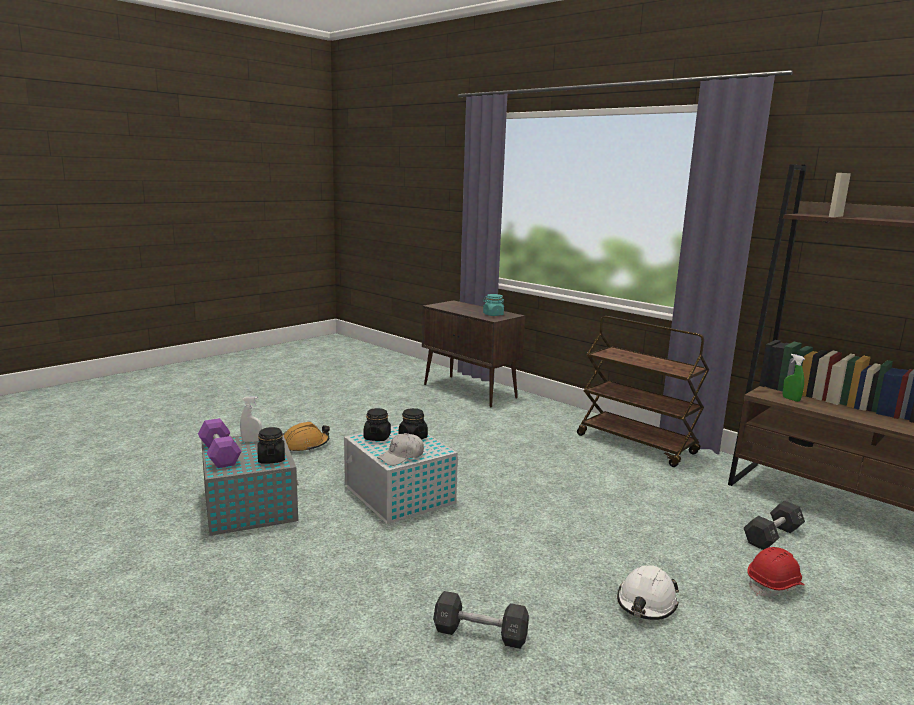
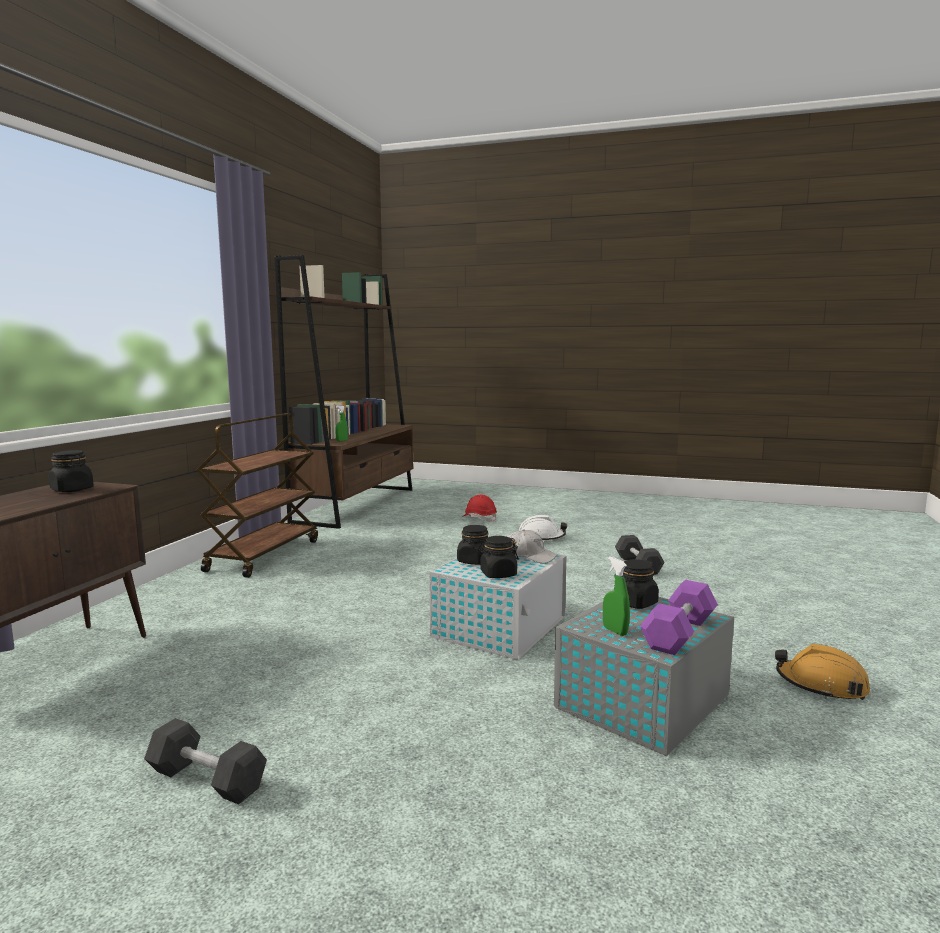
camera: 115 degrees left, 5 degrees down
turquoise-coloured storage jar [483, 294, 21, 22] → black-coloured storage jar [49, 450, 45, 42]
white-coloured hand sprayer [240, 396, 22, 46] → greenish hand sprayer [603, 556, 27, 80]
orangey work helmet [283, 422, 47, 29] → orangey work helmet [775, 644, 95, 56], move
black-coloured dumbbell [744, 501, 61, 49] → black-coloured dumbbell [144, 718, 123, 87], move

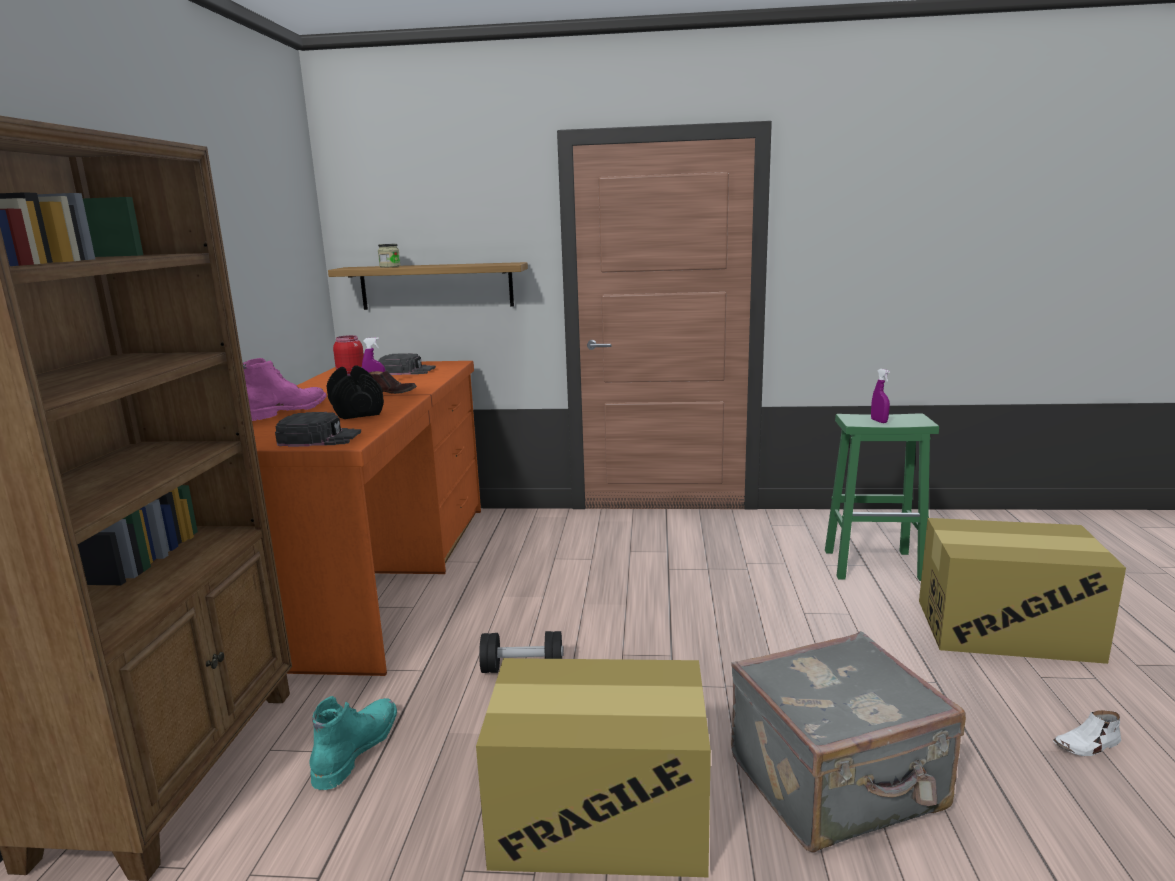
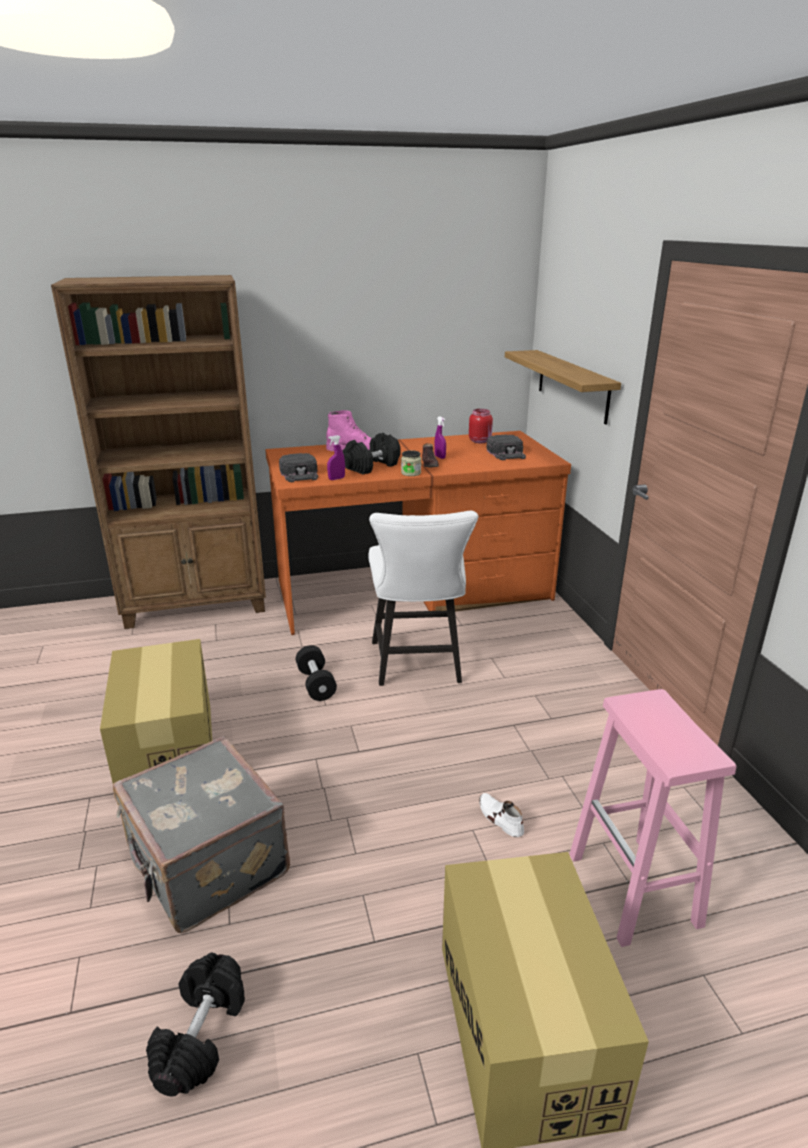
camera: 70 degrees right, 10 degrees up
storage jar [378, 244, 23, 24] → storage jar [401, 450, 20, 26], move
purple-coloured hand sprayer [871, 369, 19, 54] → purple-coloured hand sprayer [327, 435, 18, 45], move
greenish sitting stool [825, 413, 114, 168] → pinkish sitting stool [569, 689, 167, 258]
turquoise-coloured boot [310, 696, 87, 94] → -
white-coloured item of footwear [1053, 710, 68, 46] → white-coloured item of footwear [479, 793, 45, 44], move
- → white-coloured chair [368, 511, 110, 175]
- → black-coloured dumbbell [146, 952, 99, 144]

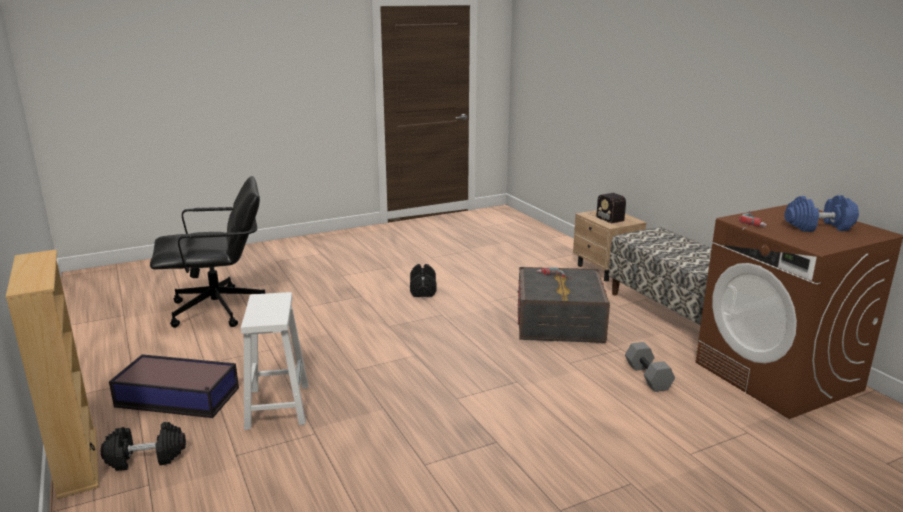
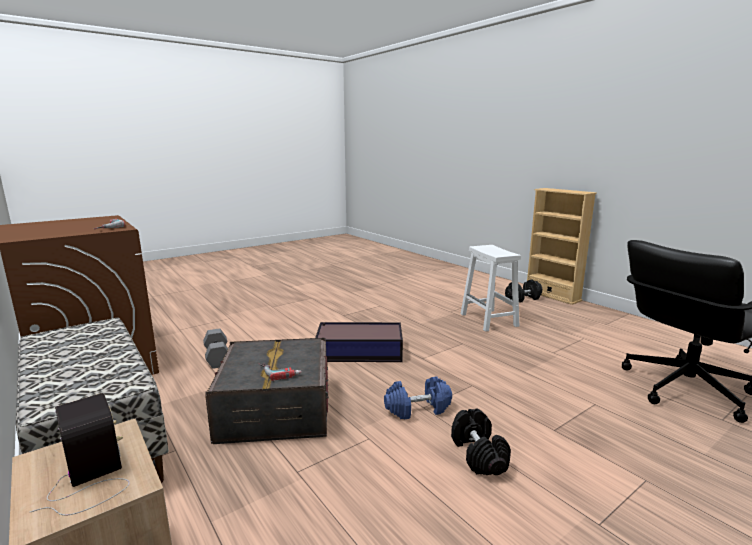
camera: 170 degrees right, 5 degrees down
blue dumbbell [784, 195, 75, 37] → blue dumbbell [384, 376, 68, 43], move
storage bin [109, 354, 130, 64] → storage bin [315, 322, 88, 40], move

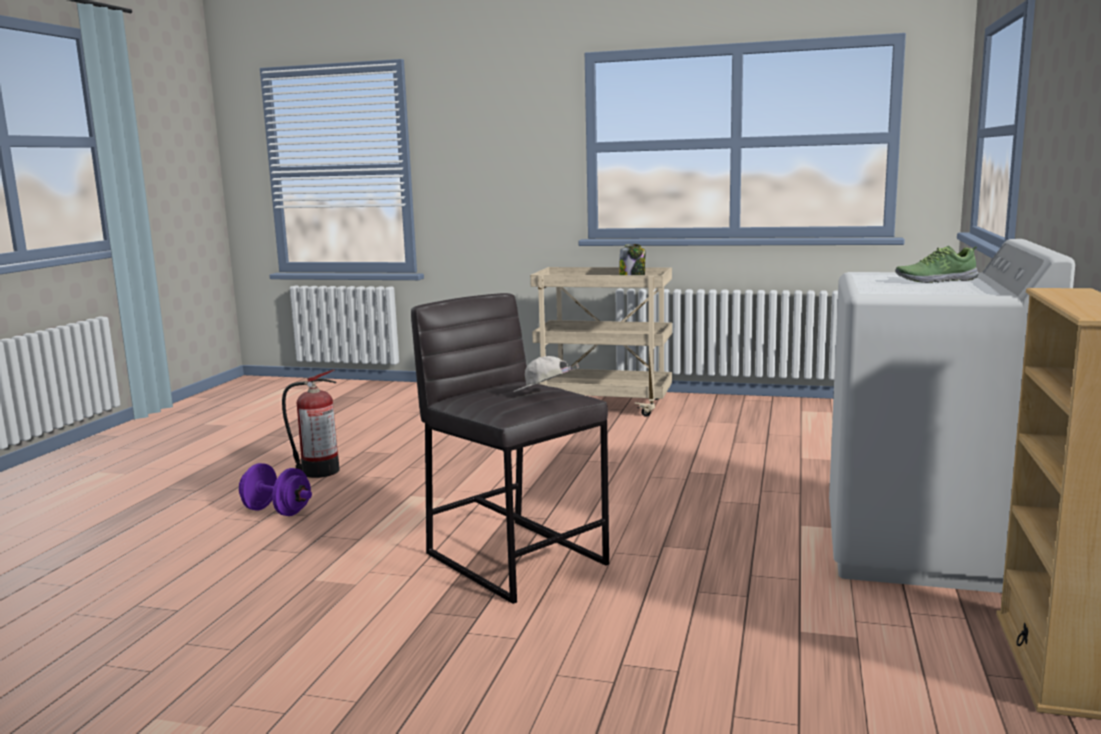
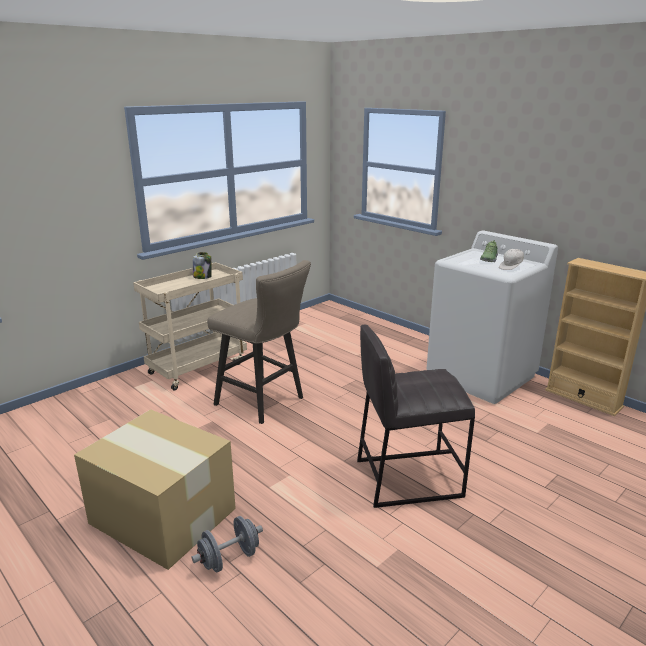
camera: 60 degrees left, 10 degrees up
white-coloured peaked cap [513, 356, 67, 36] → white-coloured peaked cap [499, 249, 25, 21], move
extinguisher [282, 370, 57, 108] → cardboard box [74, 409, 162, 161]
purple-coloured dumbbell [239, 463, 73, 53] → gray dumbbell [192, 516, 71, 57]
- → sand-coloured sitting stool [207, 260, 104, 164]

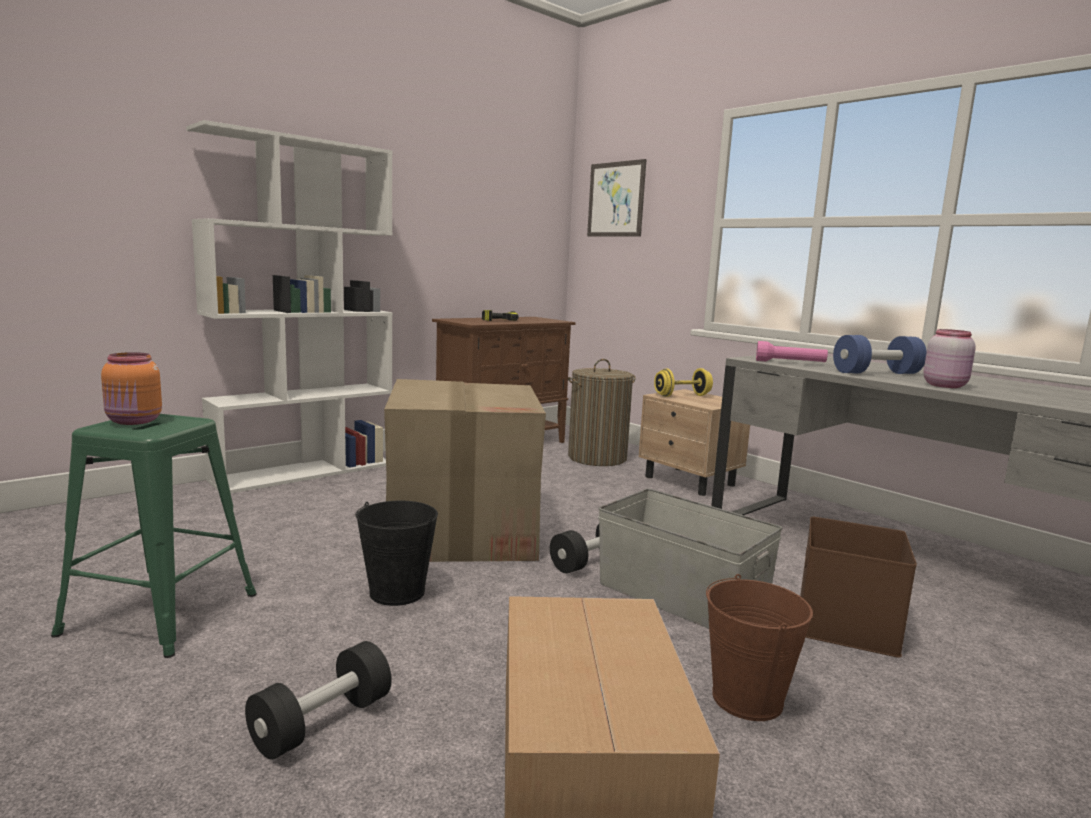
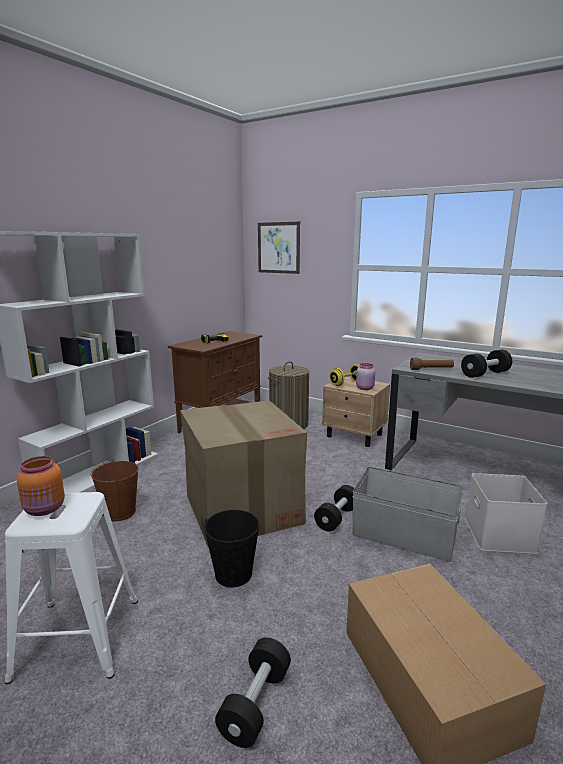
camera: 15 degrees left, 5 degrees up
pinkish storage jar [923, 329, 53, 59] → pinkish storage jar [356, 363, 19, 27], move
blue dumbbell [833, 335, 94, 39] → black-coloured dumbbell [461, 350, 51, 28]
pinkish torch [756, 341, 72, 21] → brownish torch [410, 358, 44, 12]
greenish sitting stool [51, 414, 206, 244] → white-coloured sitting stool [5, 492, 133, 192]
brownish storage bin [800, 517, 117, 141] → white-coloured storage bin [465, 473, 83, 81]
brownish water bucket [706, 574, 107, 147] → brownish water bucket [91, 459, 47, 62], move

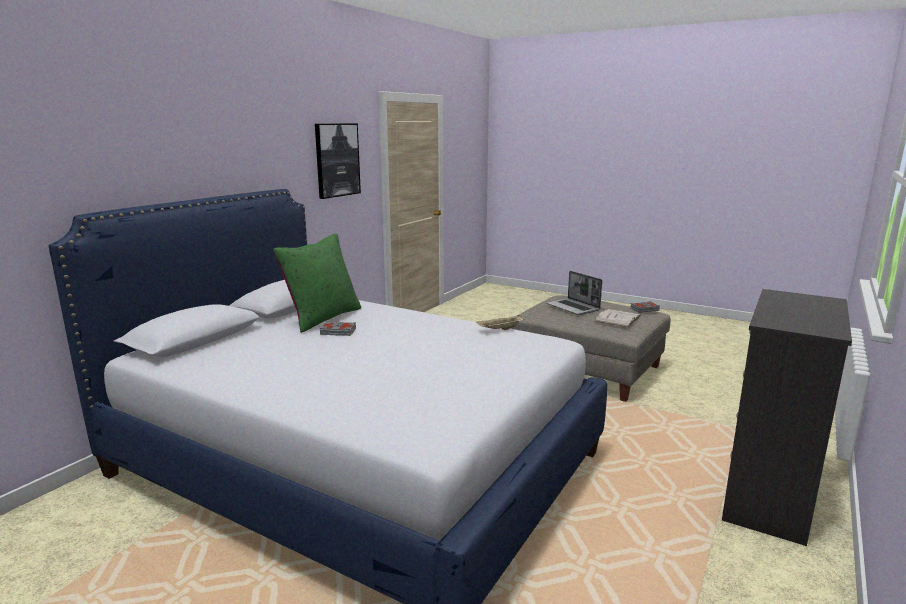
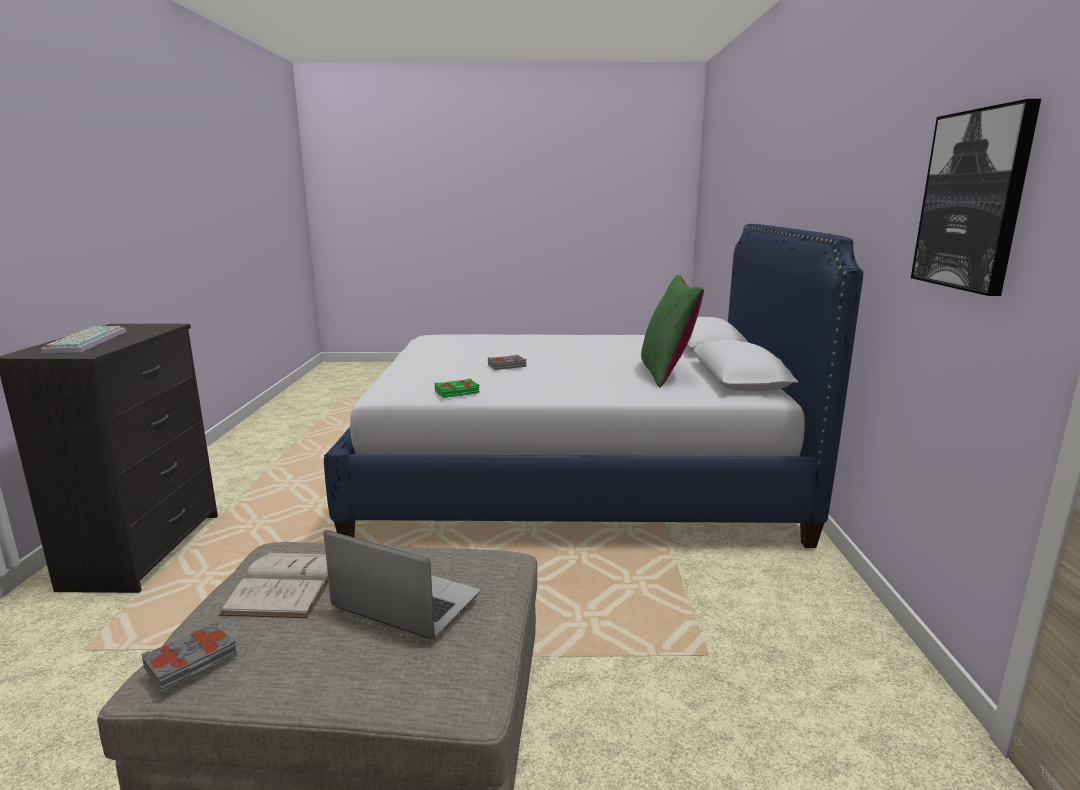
camera: 150 degrees right, 0 degrees up
sand-coloured tray [476, 315, 48, 15] → greenish book [435, 378, 45, 20]
gray book [320, 321, 36, 15] → gray book [488, 355, 38, 15], move
- → keyboard [41, 326, 86, 28]

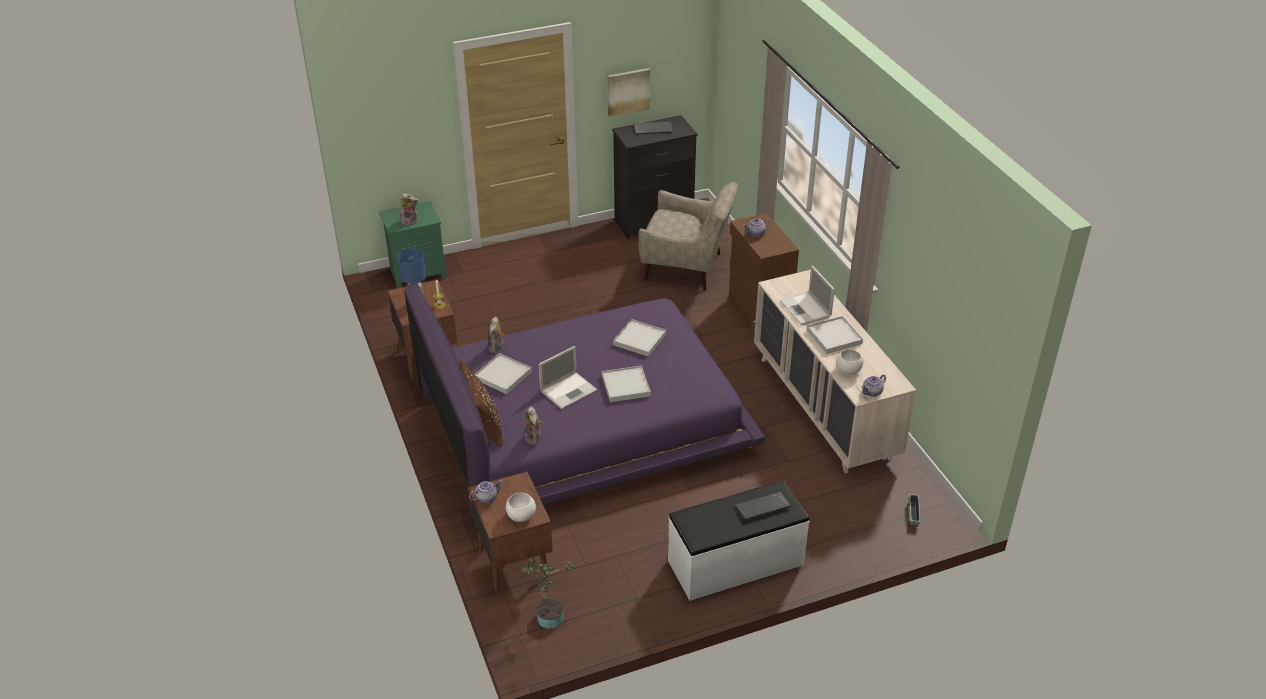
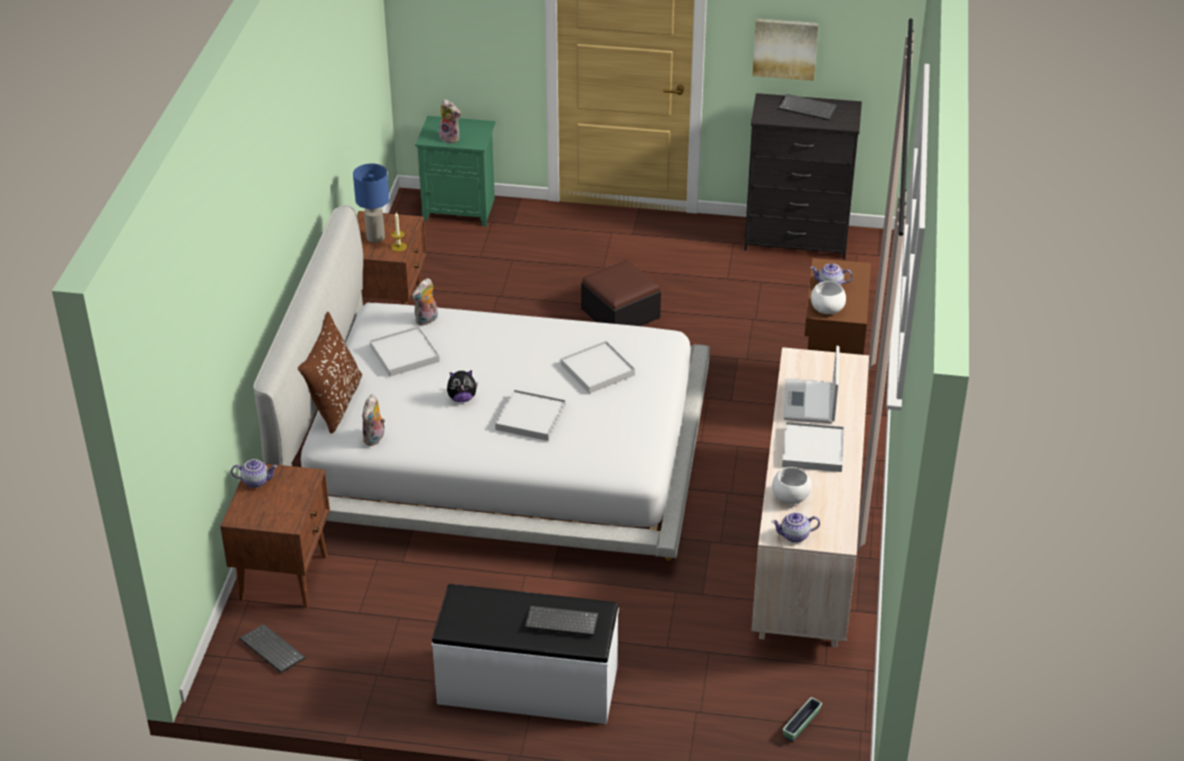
camera: 30 degrees right, 0 degrees up
sand-coloured lounge chair [639, 182, 99, 109] → -
purple-coloured bedroom bed [405, 283, 361, 249] → white-coloured bedroom bed [253, 205, 457, 356]
laptop [539, 346, 58, 63] → plush toy [447, 370, 31, 32]
white-coloured serving bowl [506, 493, 30, 29] → white-coloured serving bowl [811, 281, 35, 33], move
potted plant [521, 558, 53, 71] → keyboard [239, 624, 66, 49]
- → ottoman [581, 260, 80, 66]

